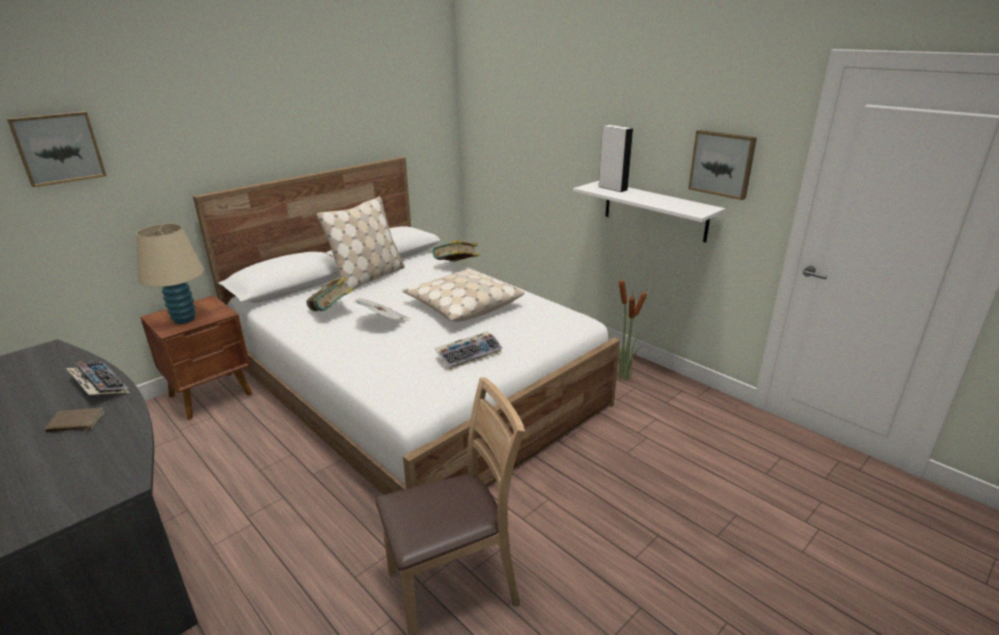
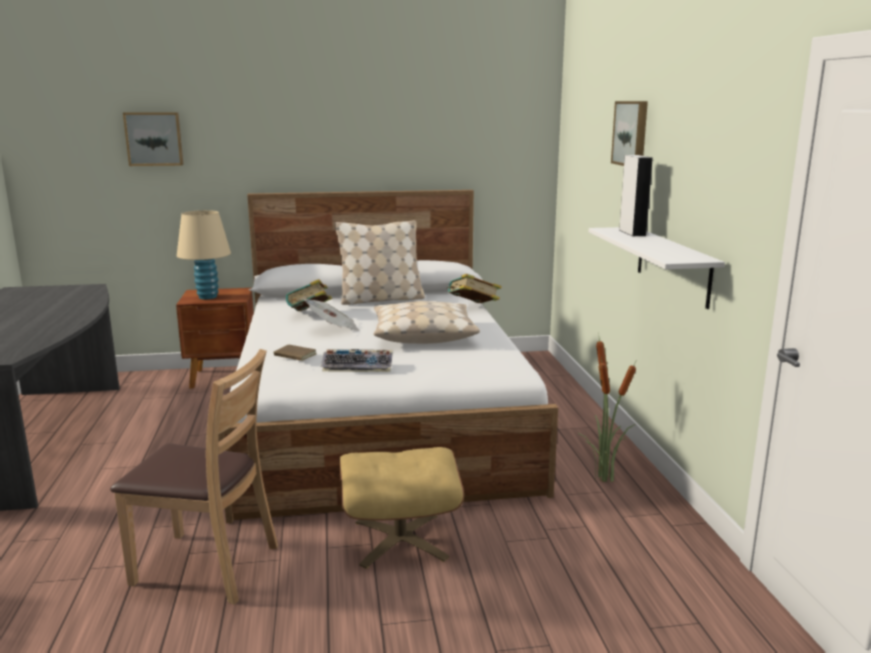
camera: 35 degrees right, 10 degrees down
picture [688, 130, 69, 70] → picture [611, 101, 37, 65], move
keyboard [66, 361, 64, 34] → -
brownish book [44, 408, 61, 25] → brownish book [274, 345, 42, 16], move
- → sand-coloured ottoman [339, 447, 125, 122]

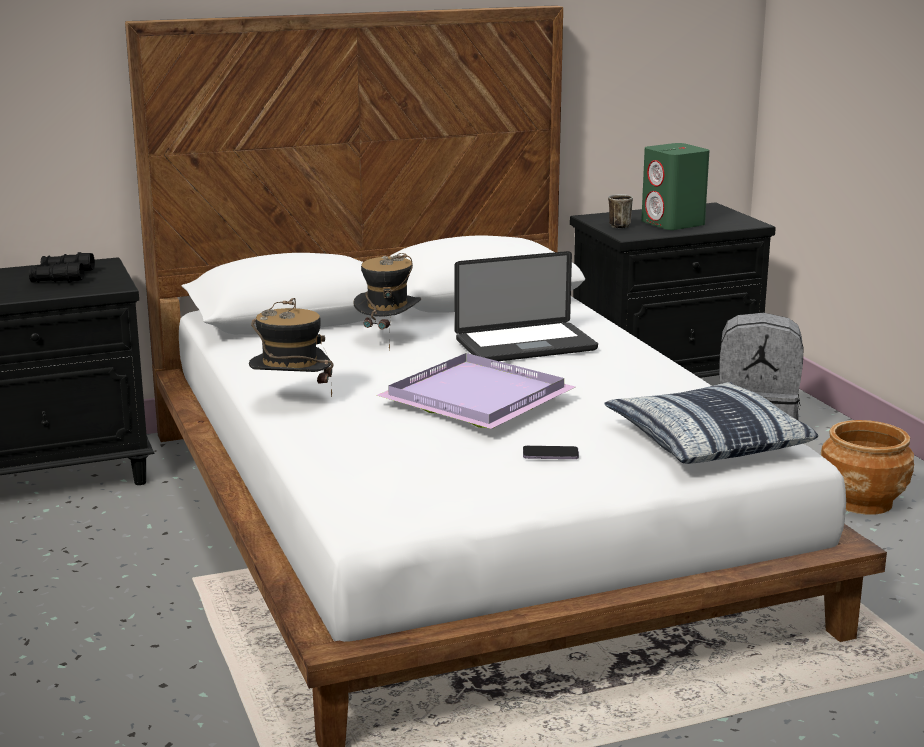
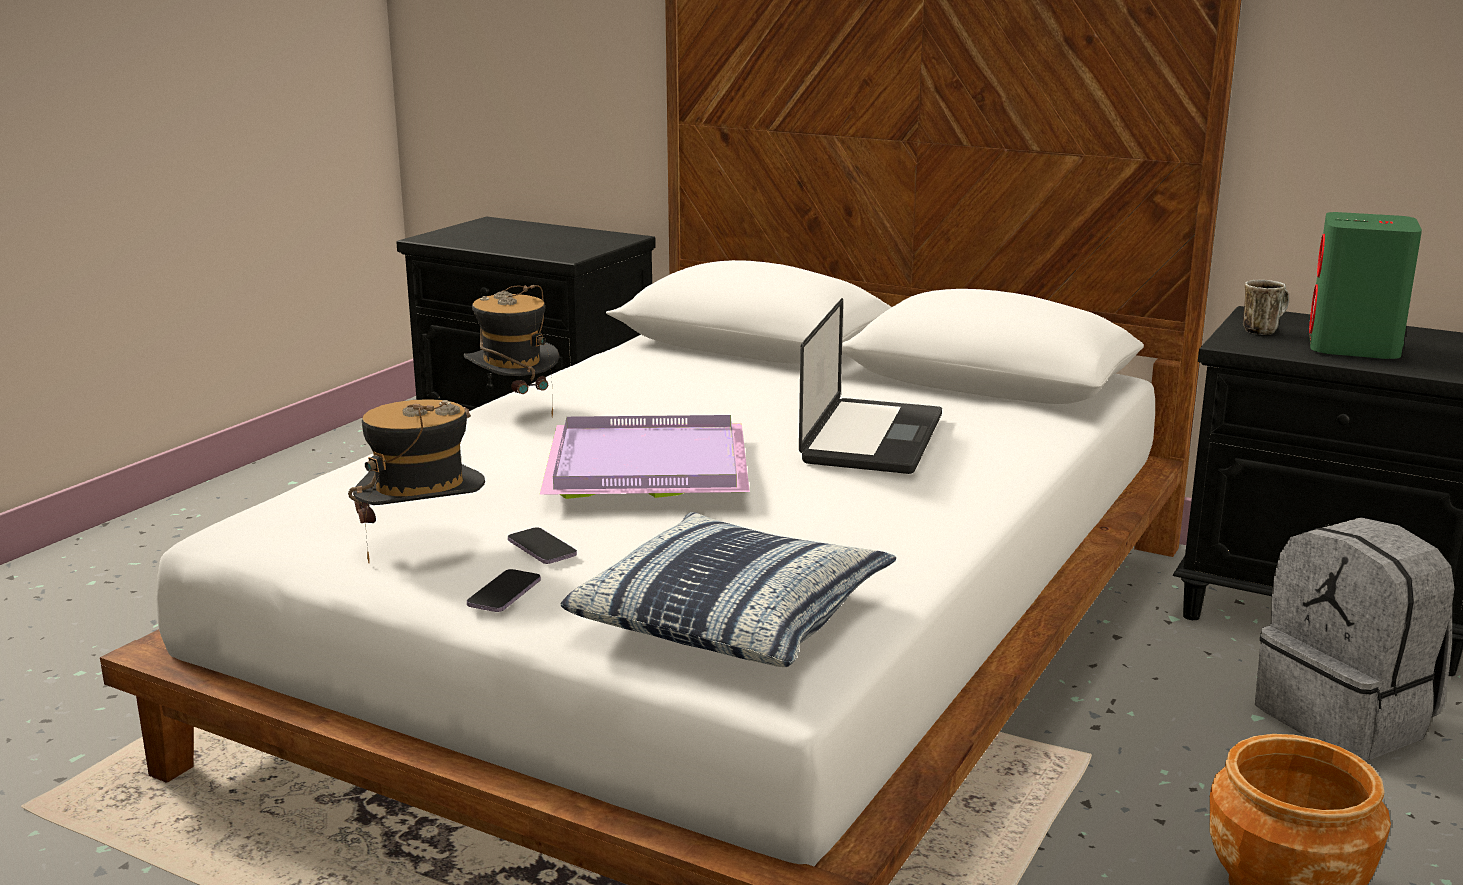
camera: 50 degrees right, 0 degrees up
laptop [454, 251, 144, 111] → laptop [799, 298, 143, 176], 105 degrees counterclockwise
black-coloured binoculars [29, 252, 66, 31] → -
clothing hat [353, 253, 68, 97] → clothing hat [348, 399, 137, 164], move
- → telephone [467, 569, 74, 43]

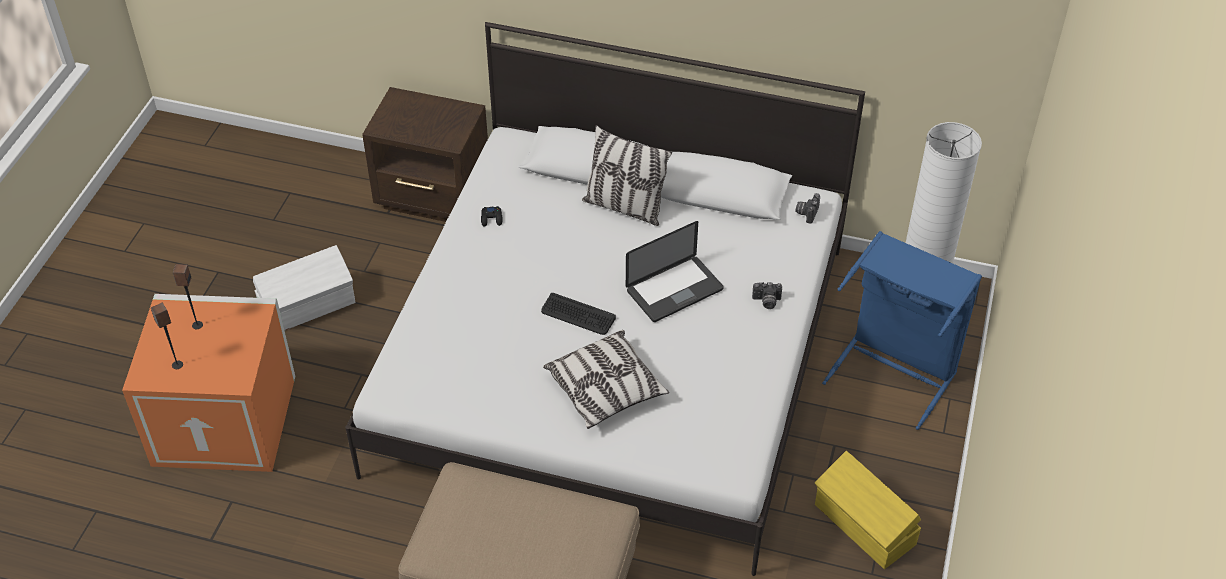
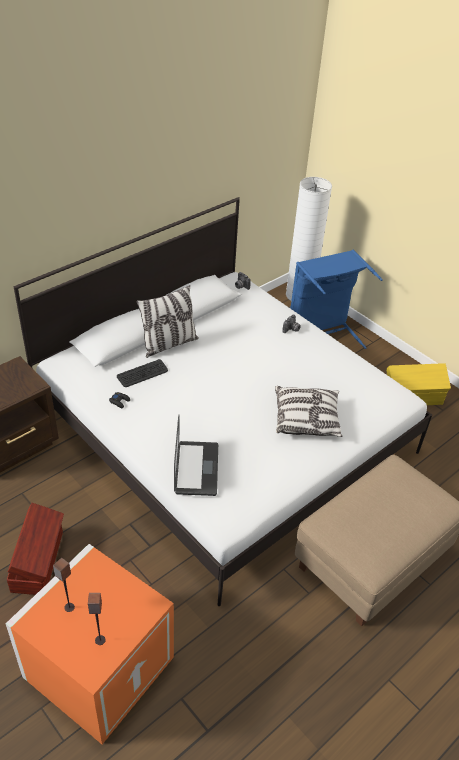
camera: 60 degrees left, 5 degrees down
laptop [626, 221, 98, 101] → laptop [174, 415, 44, 81], move
white-coloured storage bin [253, 245, 102, 86] → brownish storage bin [7, 503, 57, 92]
keyboard [541, 293, 75, 42] → keyboard [117, 359, 51, 28], move

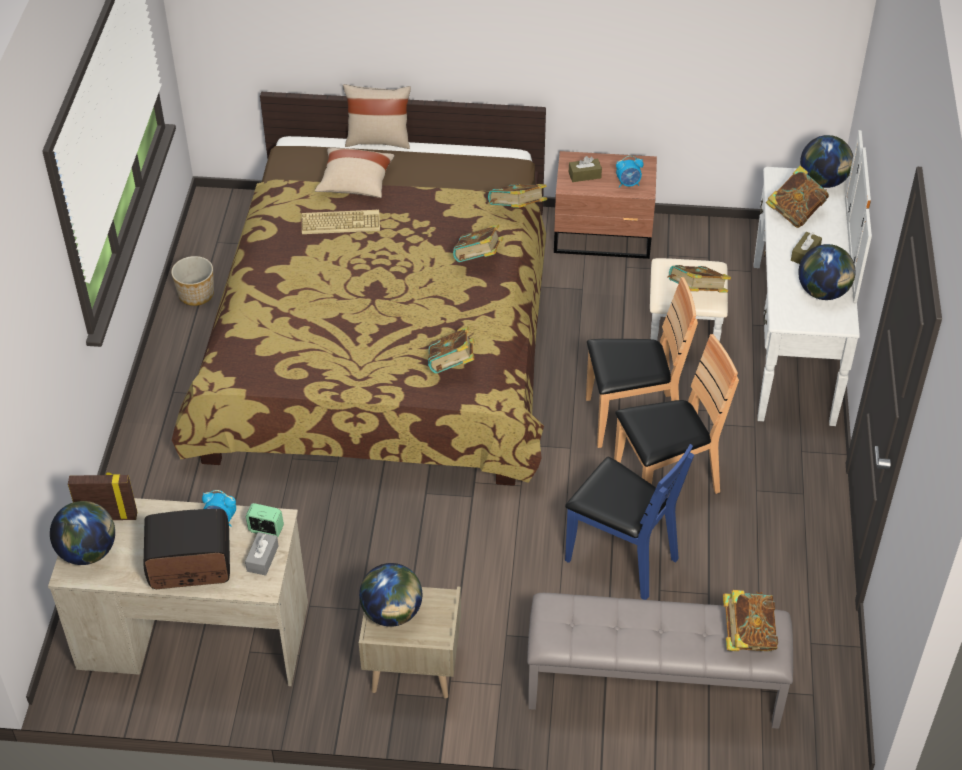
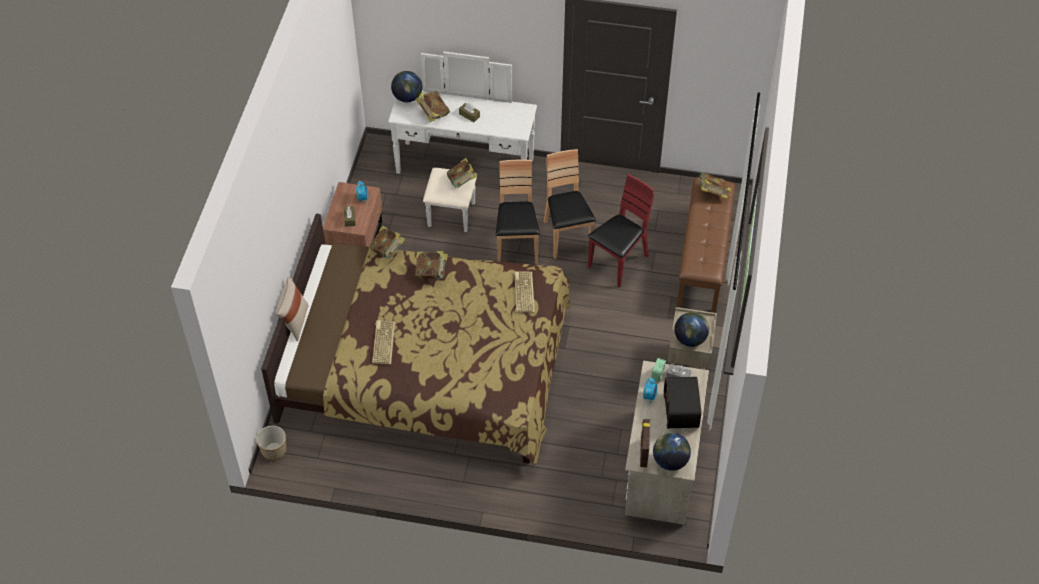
camera: 85 degrees left, 5 degrees up
sand-coloured cushion [315, 148, 79, 50] → -
globe [798, 244, 57, 56] → -
planter [171, 256, 43, 50] → planter [256, 426, 30, 34], move
book [428, 326, 47, 48] → keyboard [514, 271, 21, 42]
blue chair [565, 444, 129, 156] → red chair [588, 174, 66, 113]
gray bench [527, 593, 266, 136] → brownish bench [677, 178, 58, 134]

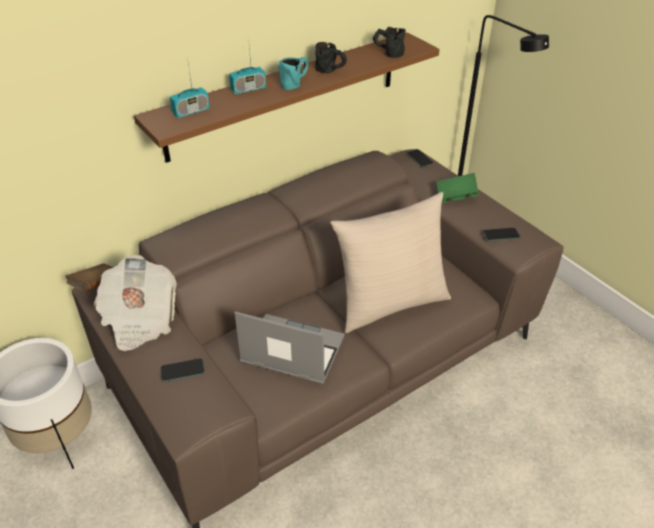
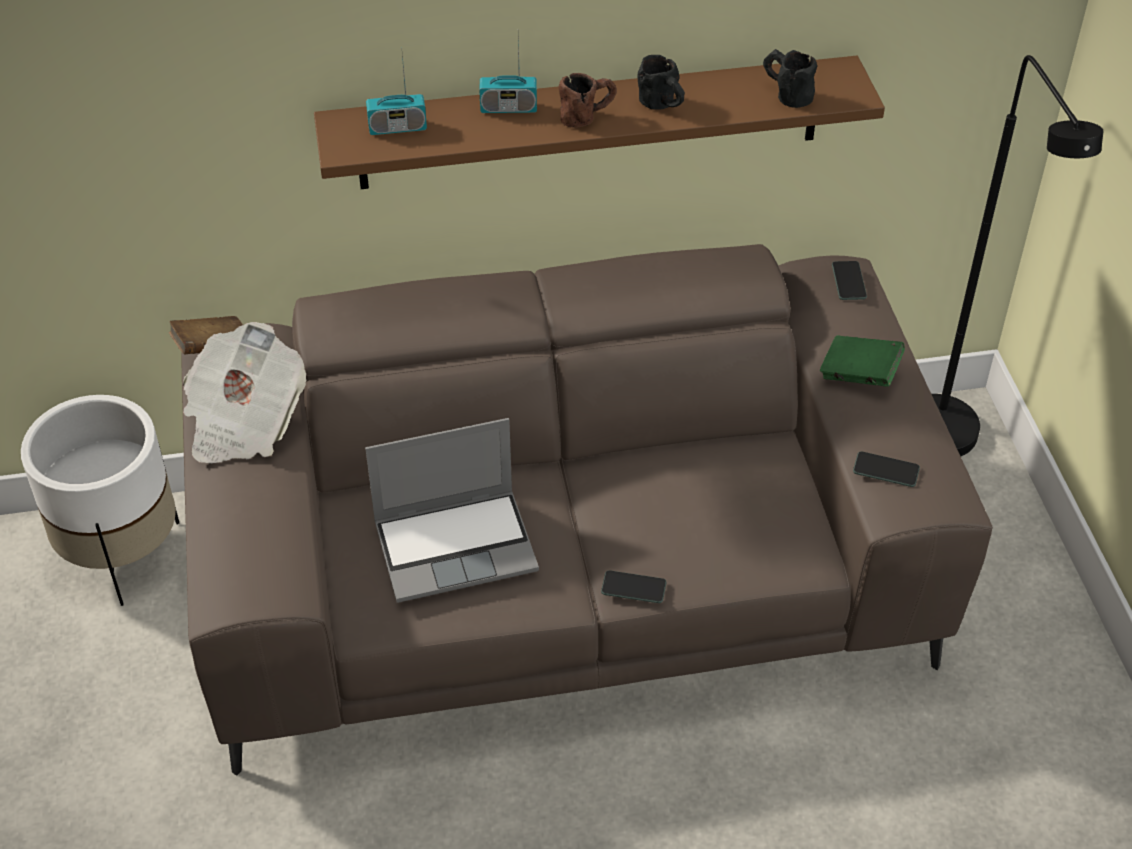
camera: 25 degrees right, 5 degrees up
turquoise-coloured tea mug [278, 57, 30, 33] → brownish tea mug [558, 73, 59, 55]
sand-coloured cushion [330, 192, 121, 141] → -
laptop [235, 312, 110, 72] → laptop [365, 418, 174, 185], 120 degrees clockwise
telephone [161, 358, 44, 24] → telephone [601, 570, 65, 33], move

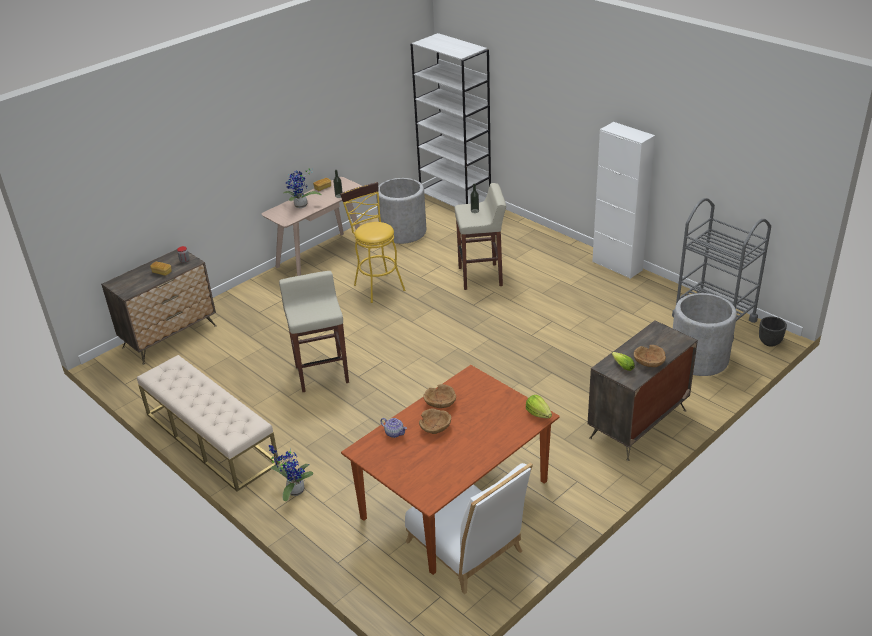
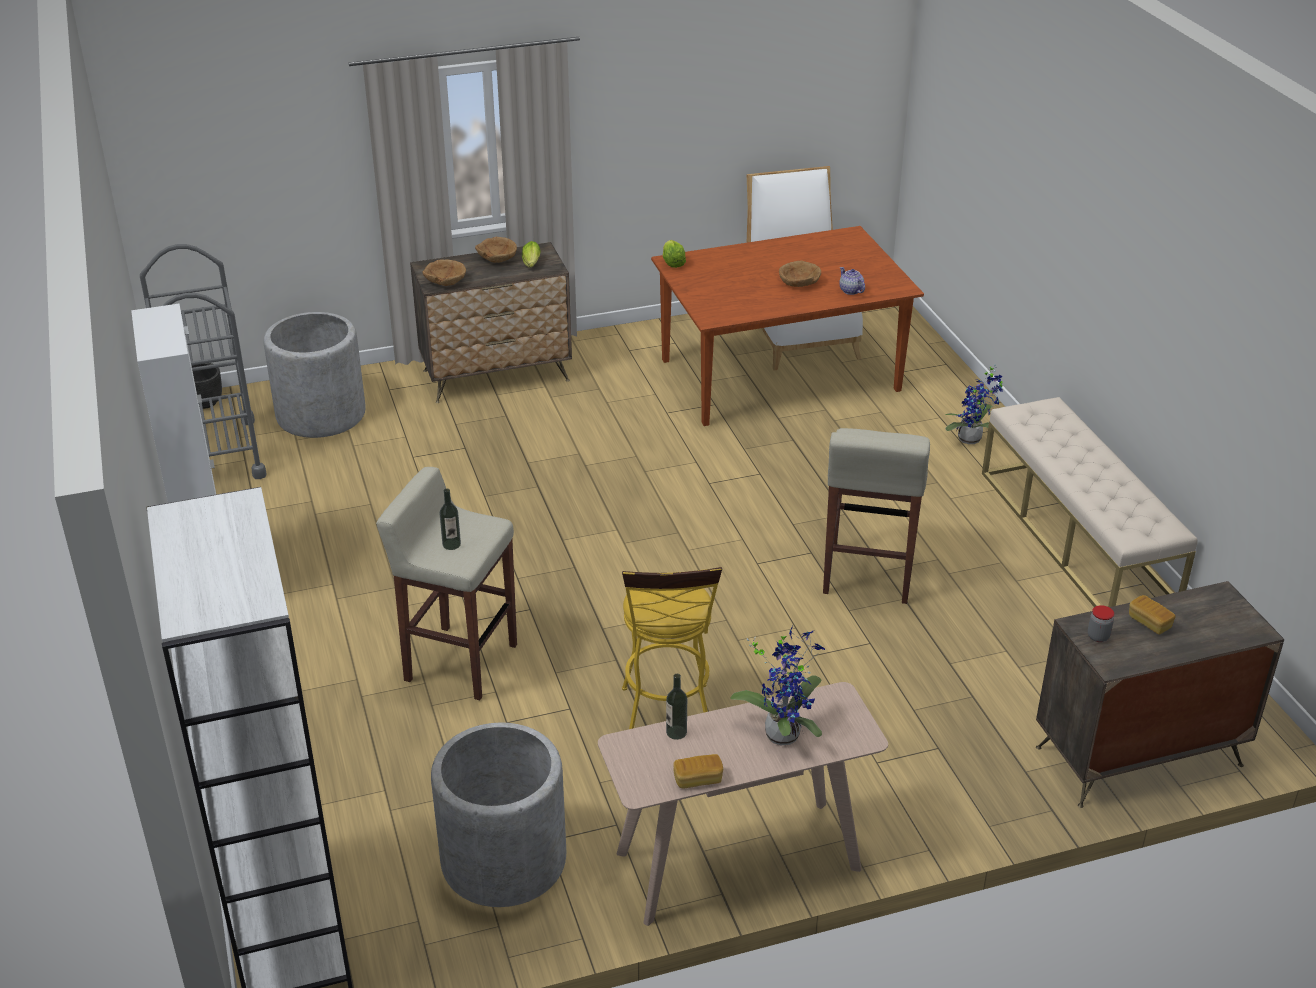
camera: 155 degrees left, 0 degrees up
brownish serving bowl [423, 384, 33, 24] → brownish serving bowl [422, 259, 44, 27], move

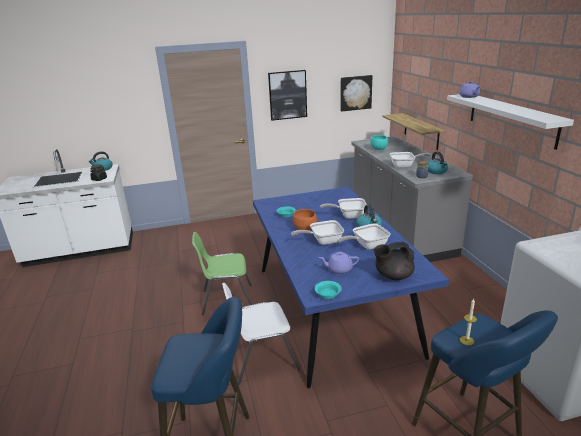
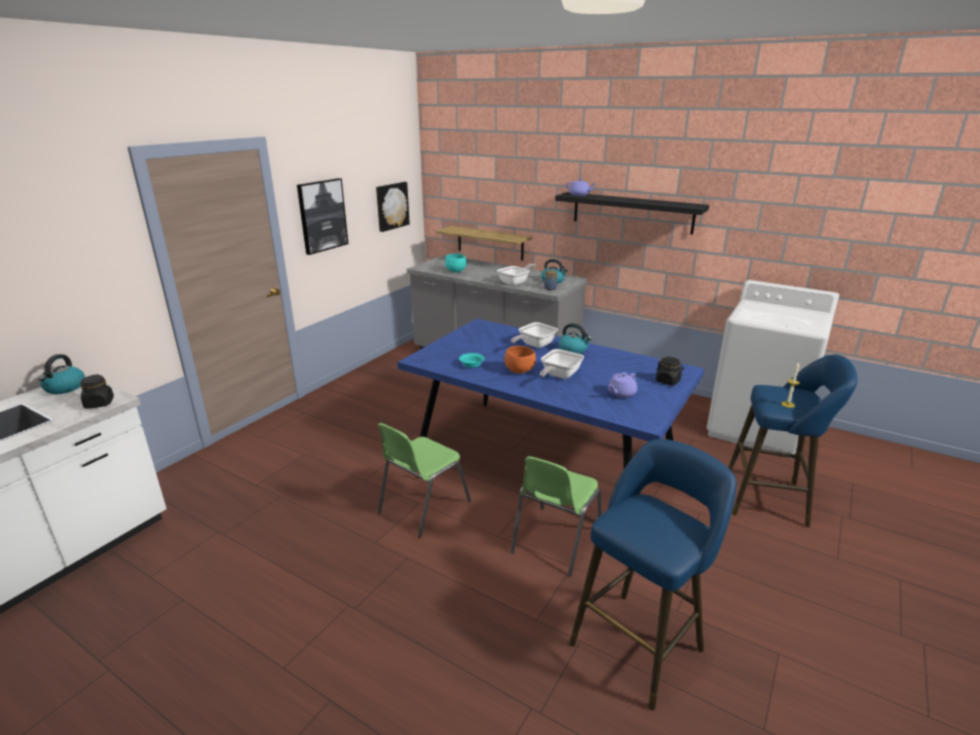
camera: 45 degrees left, 0 degrees up
white-coloured shelf [447, 94, 127, 56] → black-coloured shelf [555, 192, 154, 43]
pan [337, 224, 54, 26] → -
black-coloured pot for tea [374, 241, 41, 39] → black-coloured storage jar [656, 357, 28, 29]
turquoise-coloured serving bowl [315, 281, 27, 18] → -
white-coloured chair [222, 283, 78, 102] → greenish chair [511, 456, 91, 120]

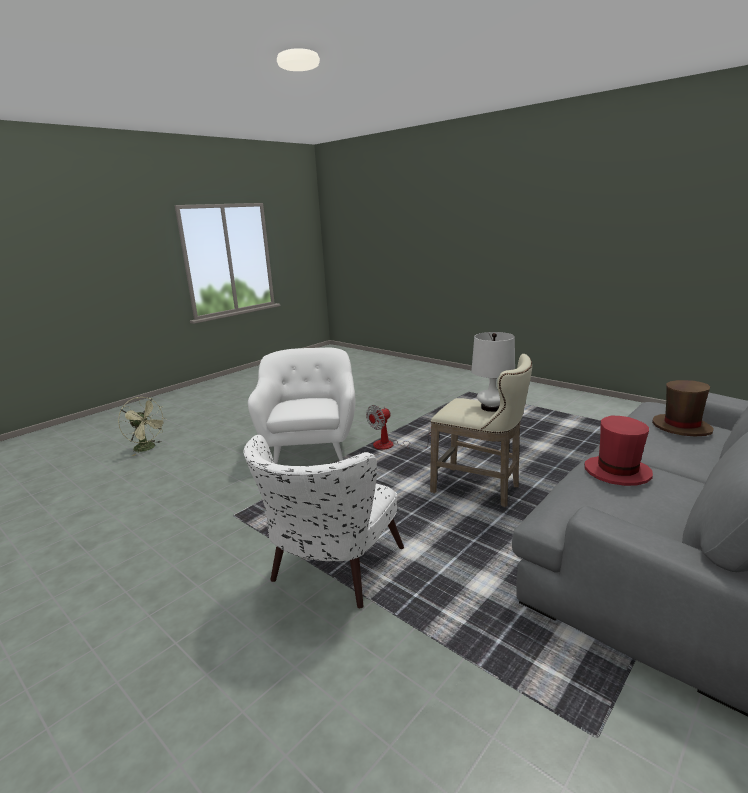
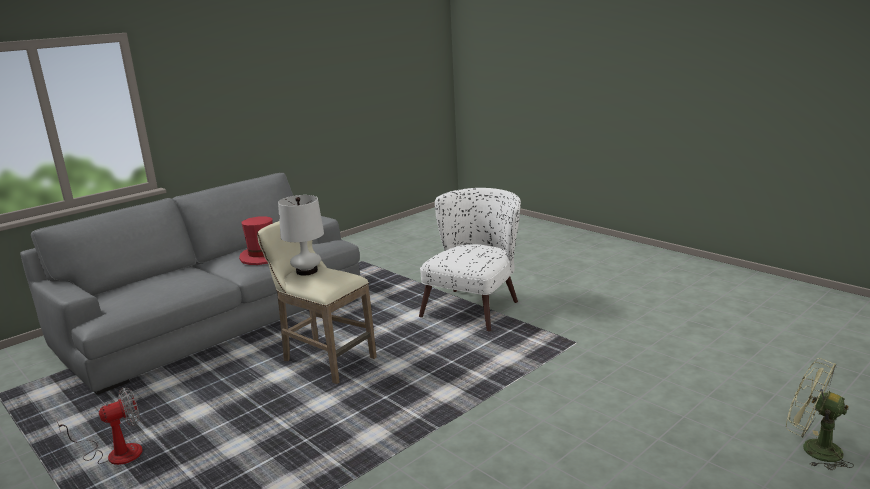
camera: 175 degrees left, 0 degrees up
white-coloured lounge chair [248, 348, 107, 116] → -
brownish clothing hat [652, 380, 62, 56] → -
fan [366, 405, 65, 45] → fan [56, 387, 87, 78], move

